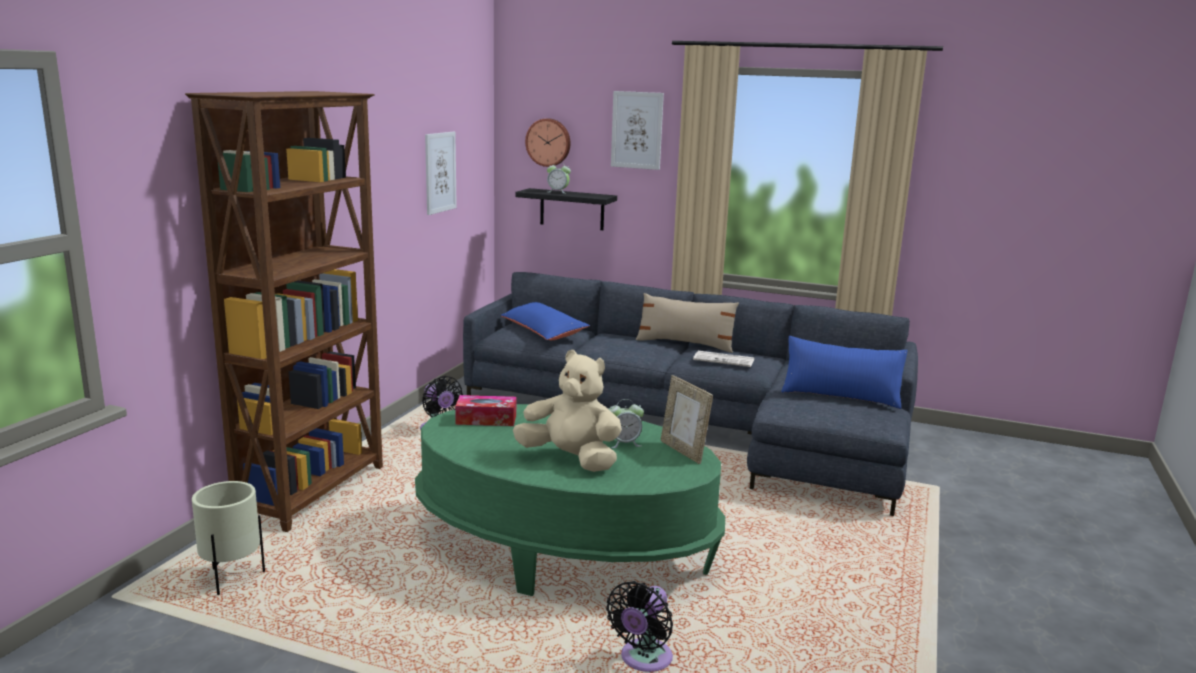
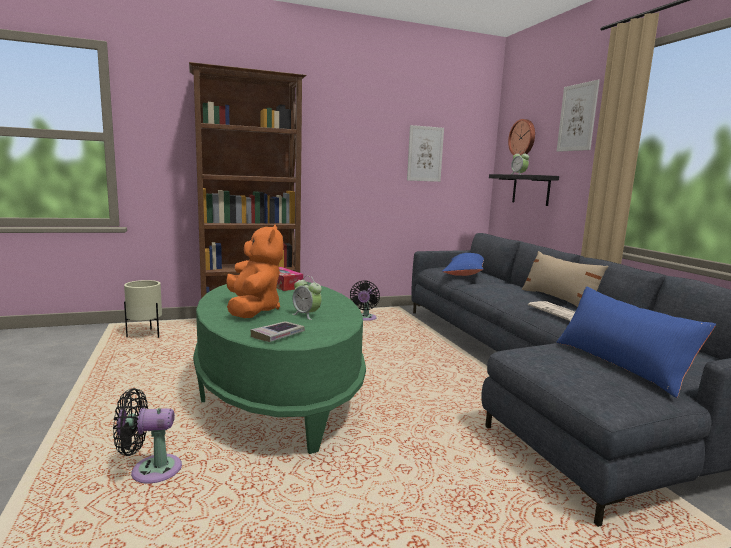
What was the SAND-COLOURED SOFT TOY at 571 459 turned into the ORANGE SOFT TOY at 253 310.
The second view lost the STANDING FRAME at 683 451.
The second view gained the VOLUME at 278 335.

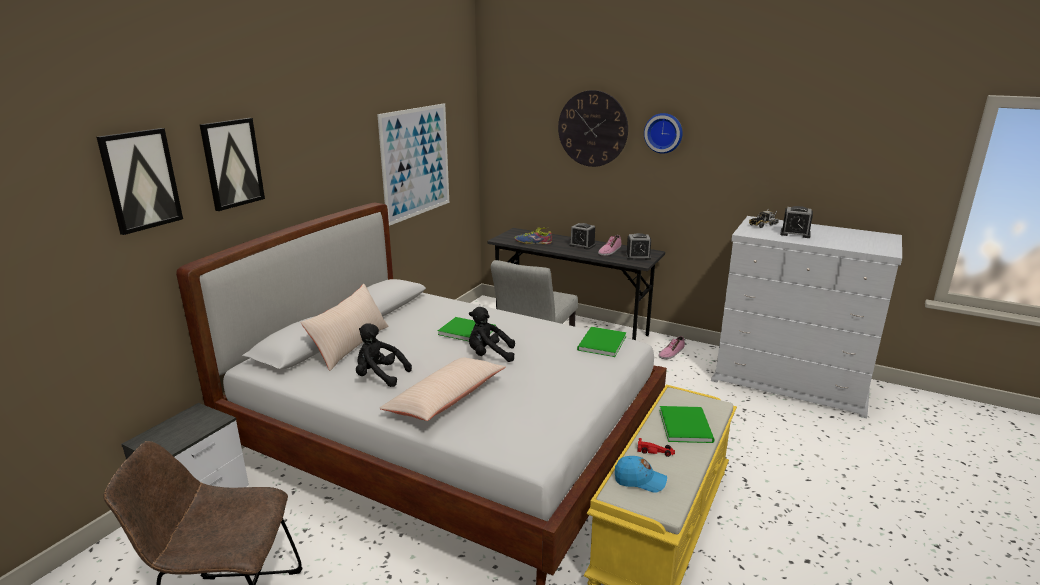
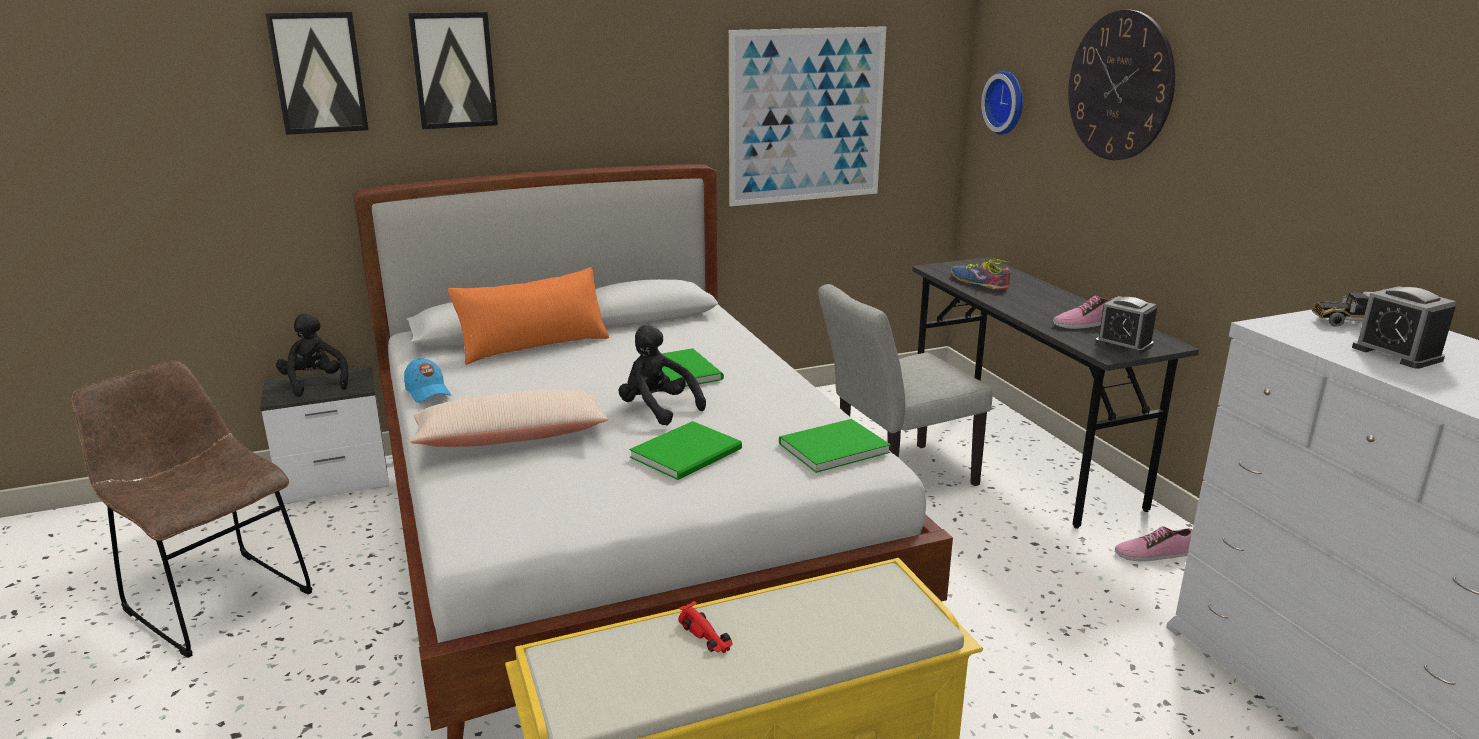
The HANGING CLOCK ended up elsewhere, having gone from 664 133 to 1007 102.
The second view lost the BEDSIDE CLOCK at 582 245.
What was the SAND-COLOURED PILLOW at 350 345 turned into the ORANGE PILLOW at 533 345.
The BLACKISH SOFT TOY ended up elsewhere, having gone from 379 376 to 315 383.
The GREEN VOLUME ended up elsewhere, having gone from 686 425 to 690 453.
The BLUE BASEBALL CAP ended up elsewhere, having gone from 640 481 to 427 392.

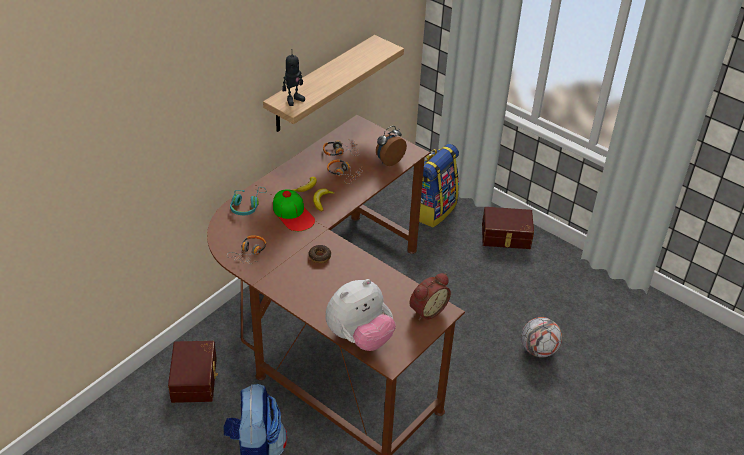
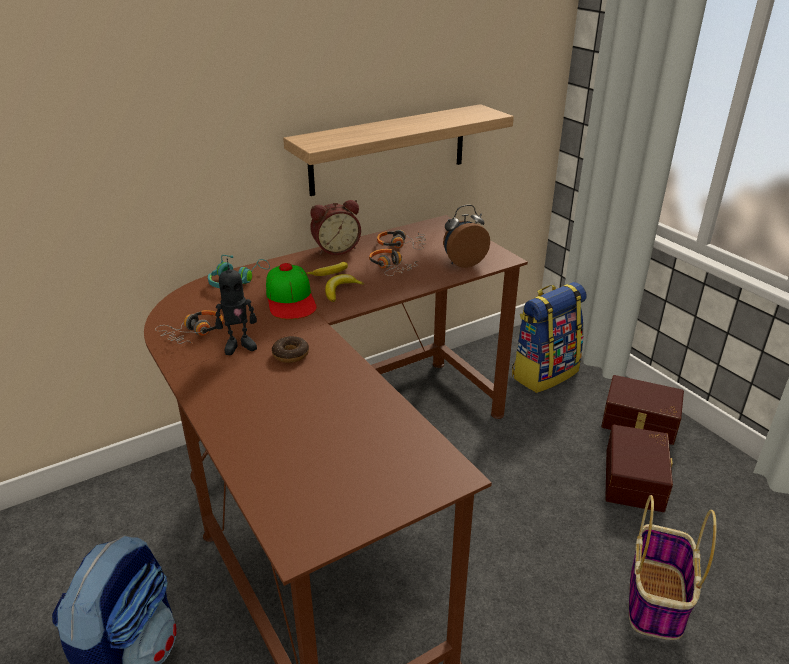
The TOY ROBOT ended up elsewhere, having gone from 293 99 to 239 346.
The BEDSIDE CLOCK ended up elsewhere, having gone from 427 310 to 335 249.
The second view lost the SOFT TOY at 359 337.
Where the BALL FOR FOOTBALL stood at 538 350, the STORAGE BASKET came to stand at 656 600.
The BROWN STORAGE BOX ended up elsewhere, having gone from 195 379 to 636 480.

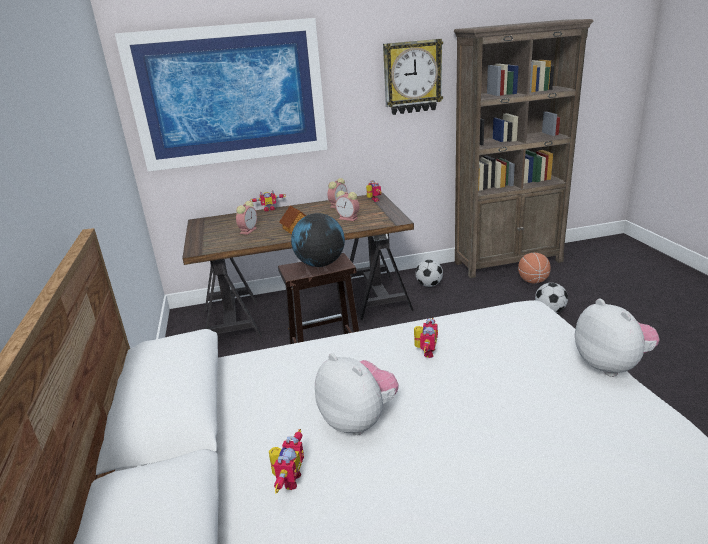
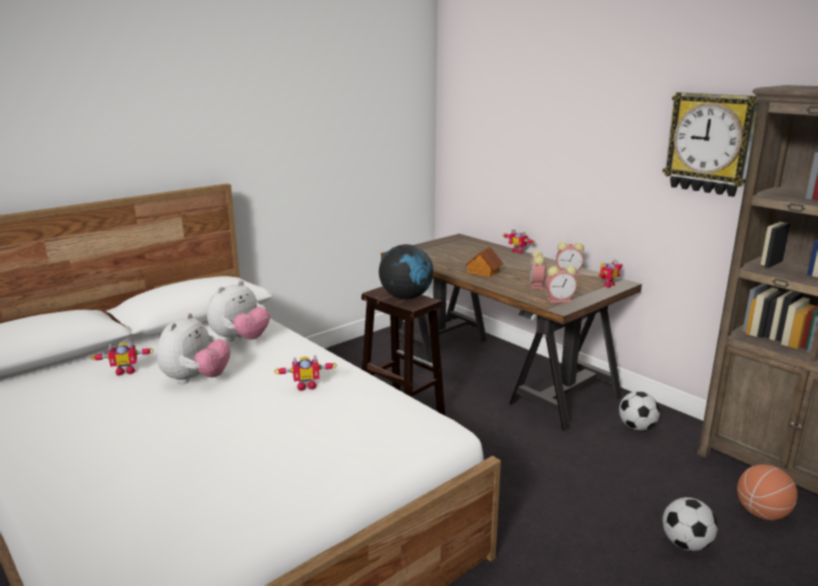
The second view lost the PICTURE at 229 95.
The BEDSIDE CLOCK ended up elsewhere, having gone from 248 230 to 560 300.
The SOFT TOY ended up elsewhere, having gone from 611 366 to 240 339.

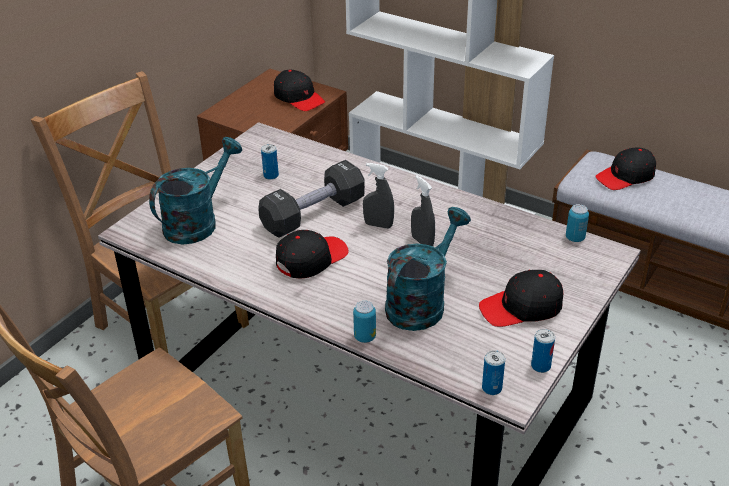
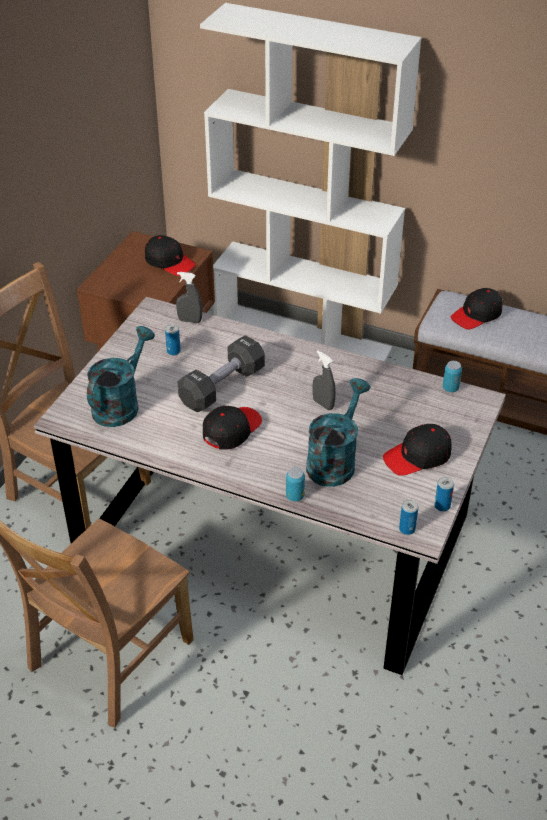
The GREYISH HAND SPRAYER ended up elsewhere, having gone from 378 225 to 190 321.

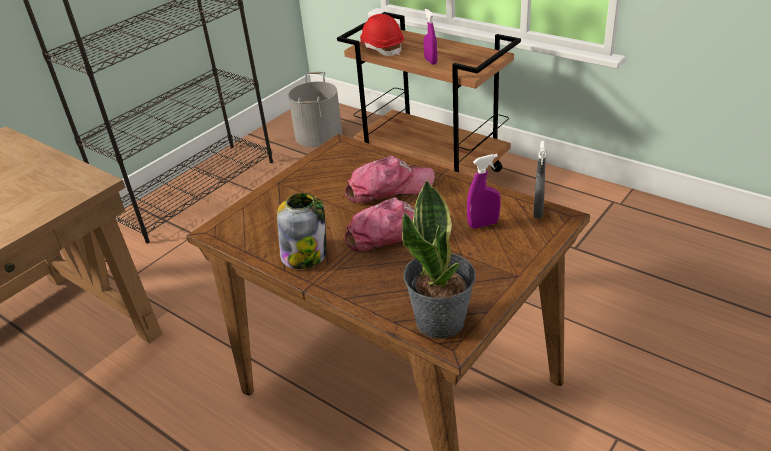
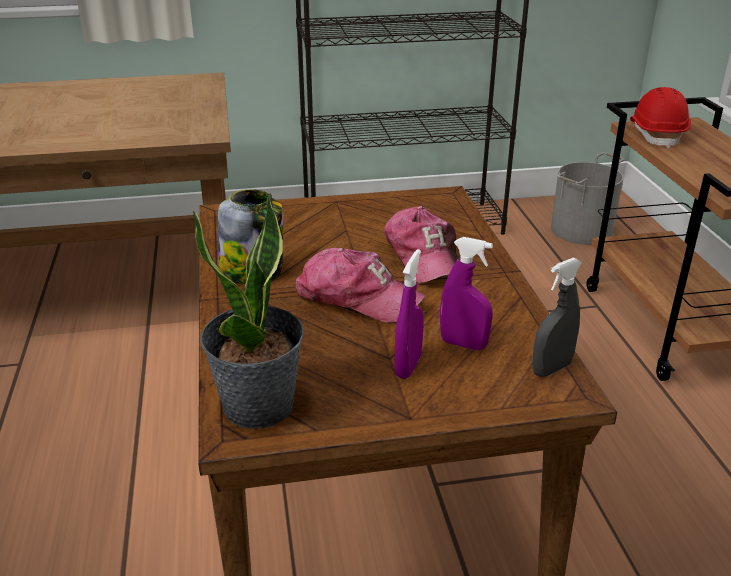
The PURPLISH HAND SPRAYER ended up elsewhere, having gone from 430 61 to 408 366.
The BASEBALL CAP at 389 188 ended up facing another way, 45 degrees clockwise from before.

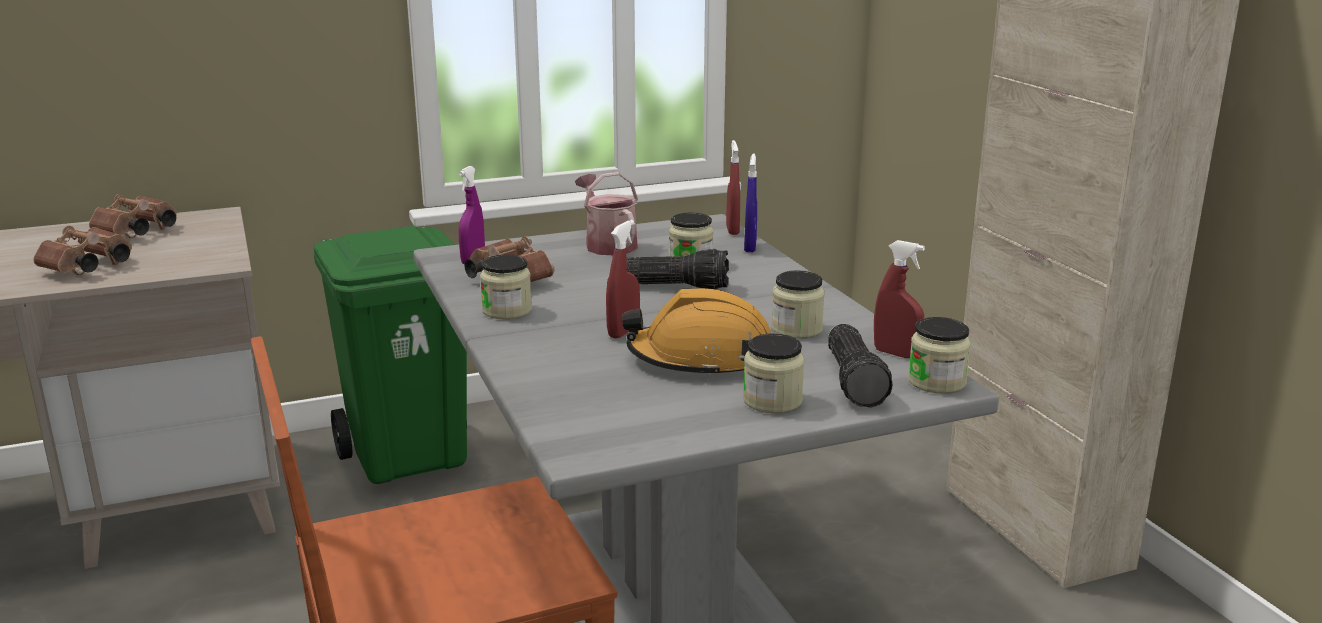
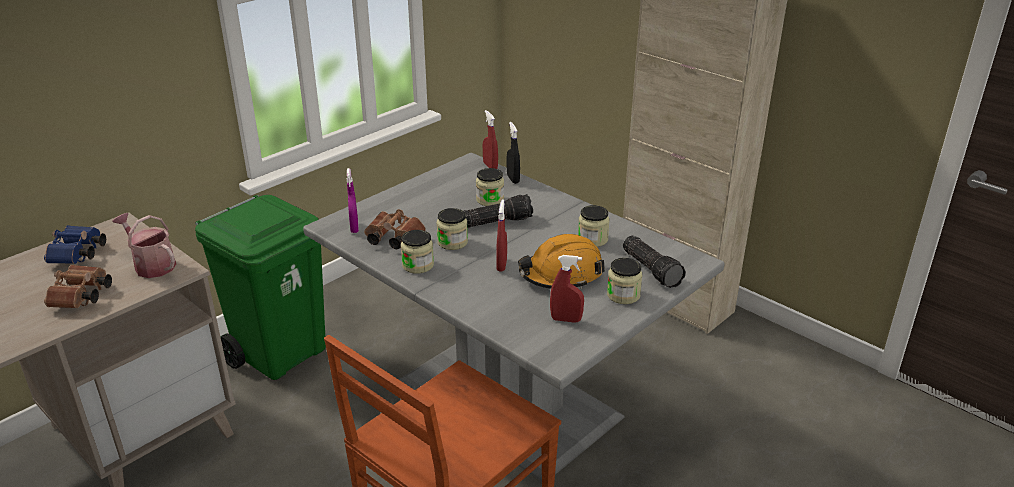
What was the BLUE HAND SPRAYER at 750 247 turned into the BLACKISH HAND SPRAYER at 513 179.
The WATERING POT ended up elsewhere, having gone from 608 244 to 151 265.
What was the BROWN PAIR OF BINOCULARS at 136 232 turned into the BLUE PAIR OF BINOCULARS at 78 255.
The RED HAND SPRAYER ended up elsewhere, having gone from 896 354 to 566 319.
The JAR ended up elsewhere, having gone from 936 382 to 452 242.

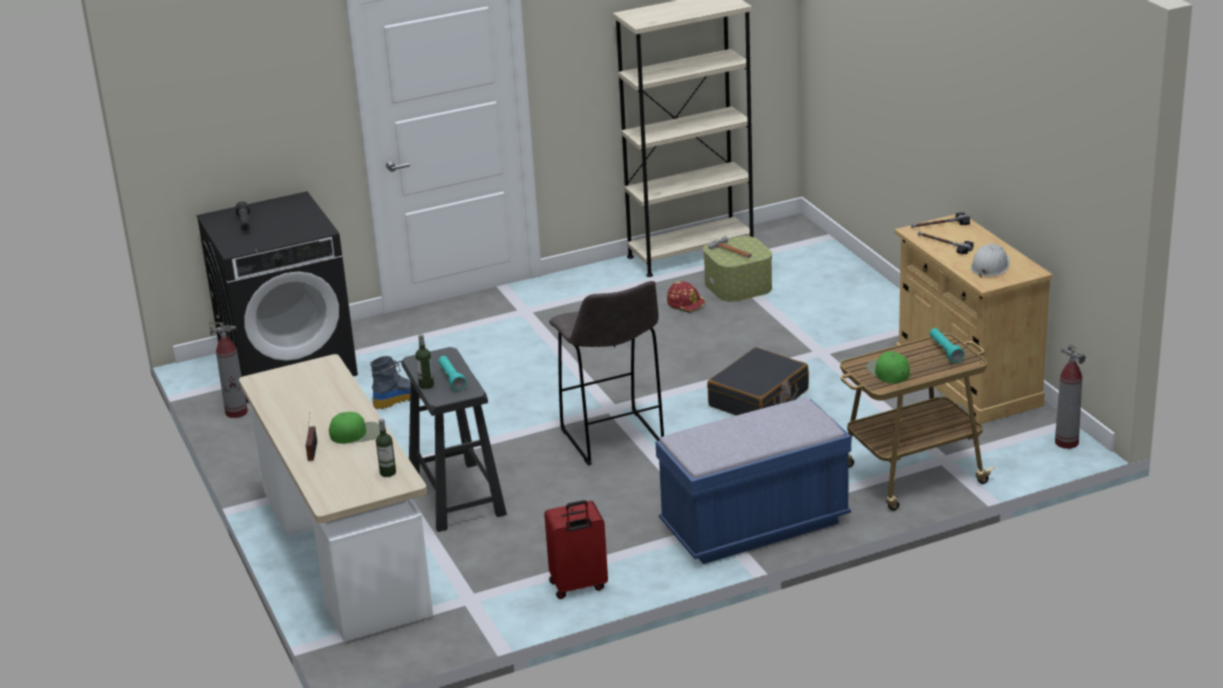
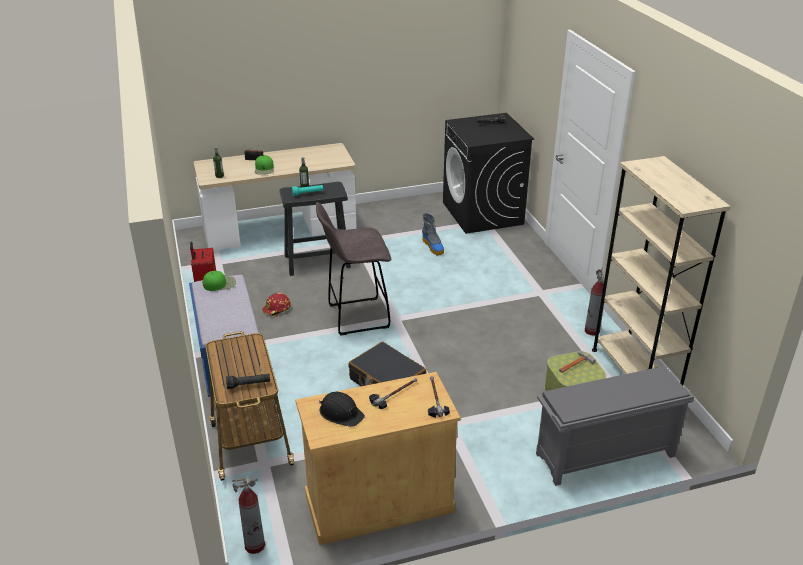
What was the WHITE-COLOURED SAFETY HELMET at 990 266 turned into the BLACKISH SAFETY HELMET at 341 413.
The RED SAFETY HELMET ended up elsewhere, having gone from 686 303 to 277 309.
The EXTINGUISHER ended up elsewhere, having gone from 236 412 to 592 331.
What was the BLUE-GREEN HAND TORCH at 945 350 turned into the BLACKISH HAND TORCH at 249 385.
The GREEN BASEBALL CAP ended up elsewhere, having gone from 887 371 to 220 284.
The second view gained the GREYISH SHOE SHELF at 604 456.

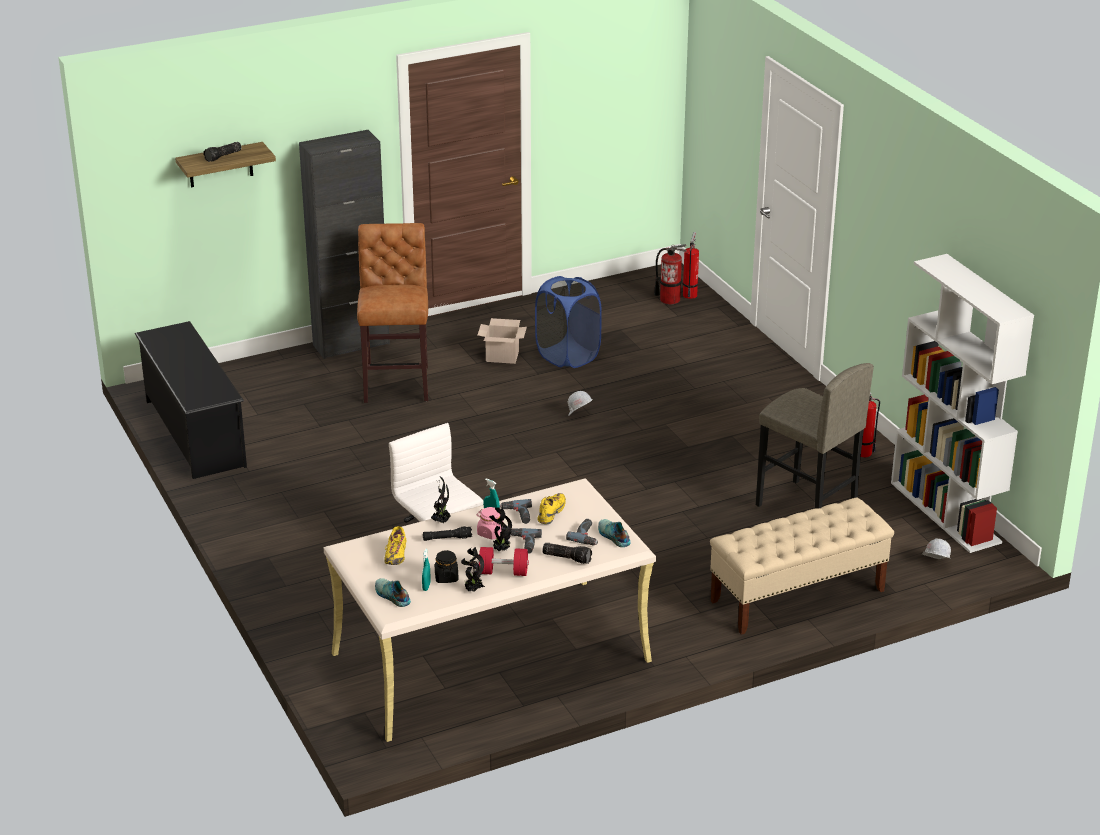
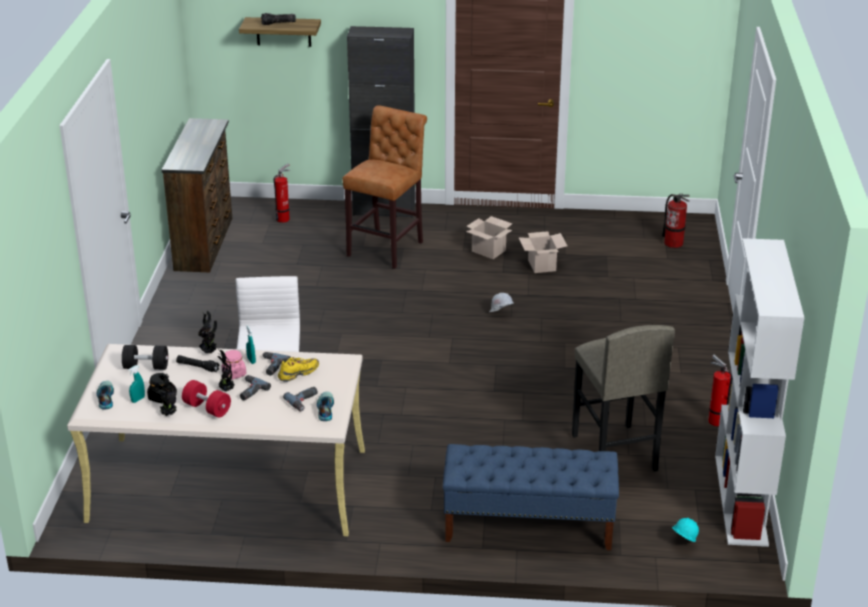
The EXTINGUISHER ended up elsewhere, having gone from 690 294 to 284 218.
Where the BLUE WASHING BASKET stood at 567 356, the CARDBOARD BOX came to stand at 541 265.
Where the BLACKISH SHOE SHELF stood at 194 433, the BROWN DRESSER came to stand at 205 243.
What was the SAND-COLOURED BENCH at 797 596 turned into the BLUE BENCH at 528 526.
Where the YELLOW LOW SHOE stood at 396 555, the BLACKISH FREE WEIGHT came to stand at 146 367.
What was the WHITE-COLOURED SAFETY HELMET at 934 565 turned into the BLUE-GREEN SAFETY HELMET at 682 543.
The second view lost the HAND TORCH at 567 558.

